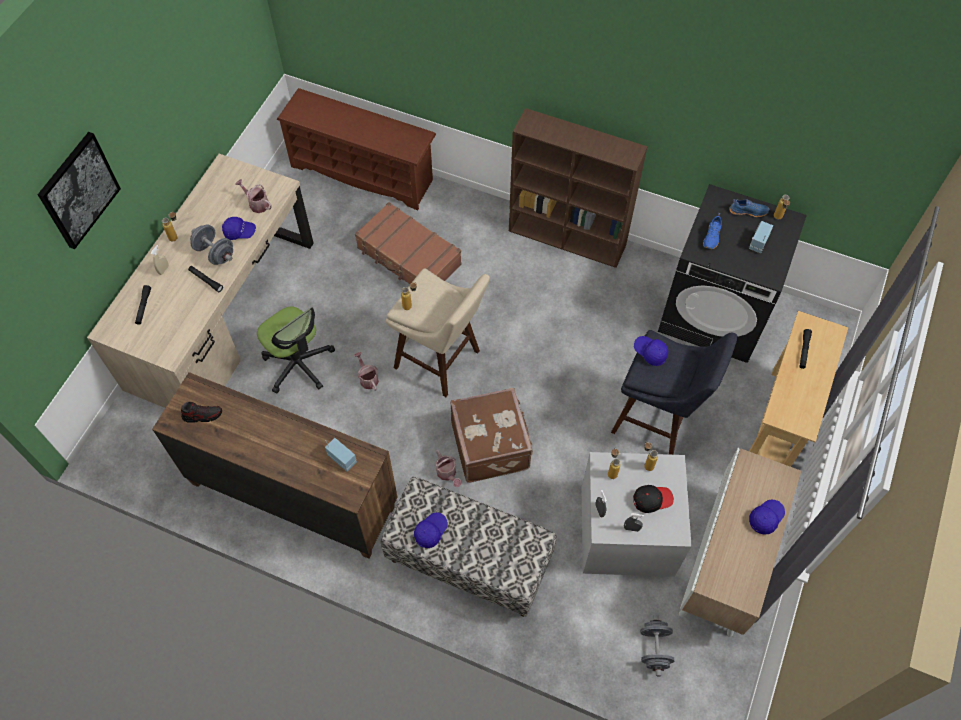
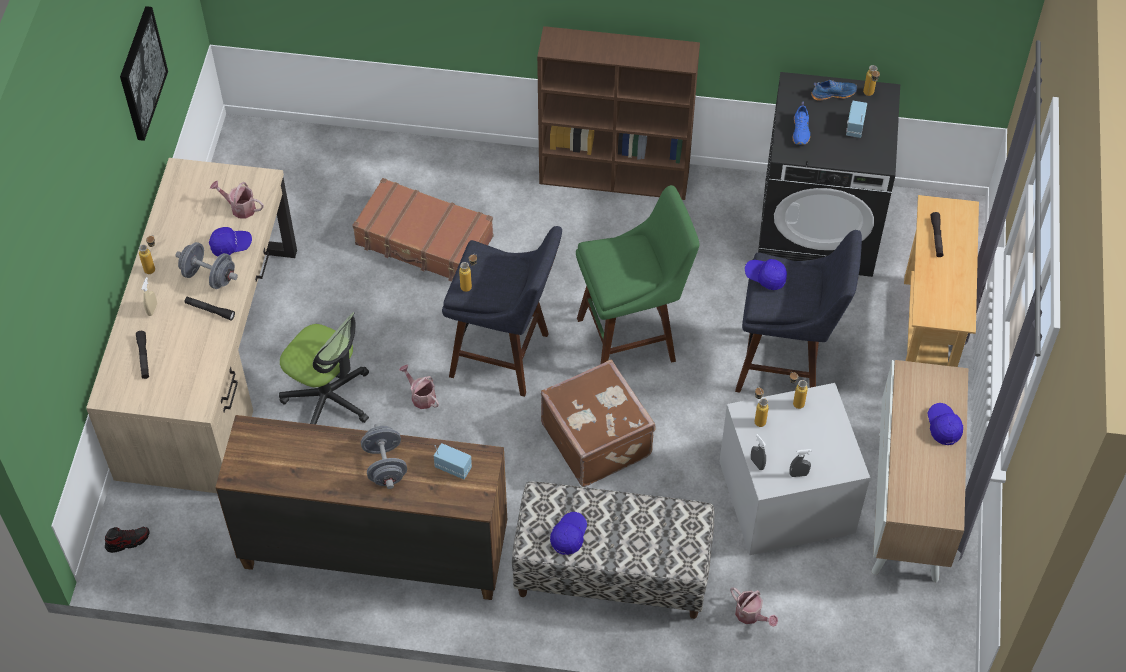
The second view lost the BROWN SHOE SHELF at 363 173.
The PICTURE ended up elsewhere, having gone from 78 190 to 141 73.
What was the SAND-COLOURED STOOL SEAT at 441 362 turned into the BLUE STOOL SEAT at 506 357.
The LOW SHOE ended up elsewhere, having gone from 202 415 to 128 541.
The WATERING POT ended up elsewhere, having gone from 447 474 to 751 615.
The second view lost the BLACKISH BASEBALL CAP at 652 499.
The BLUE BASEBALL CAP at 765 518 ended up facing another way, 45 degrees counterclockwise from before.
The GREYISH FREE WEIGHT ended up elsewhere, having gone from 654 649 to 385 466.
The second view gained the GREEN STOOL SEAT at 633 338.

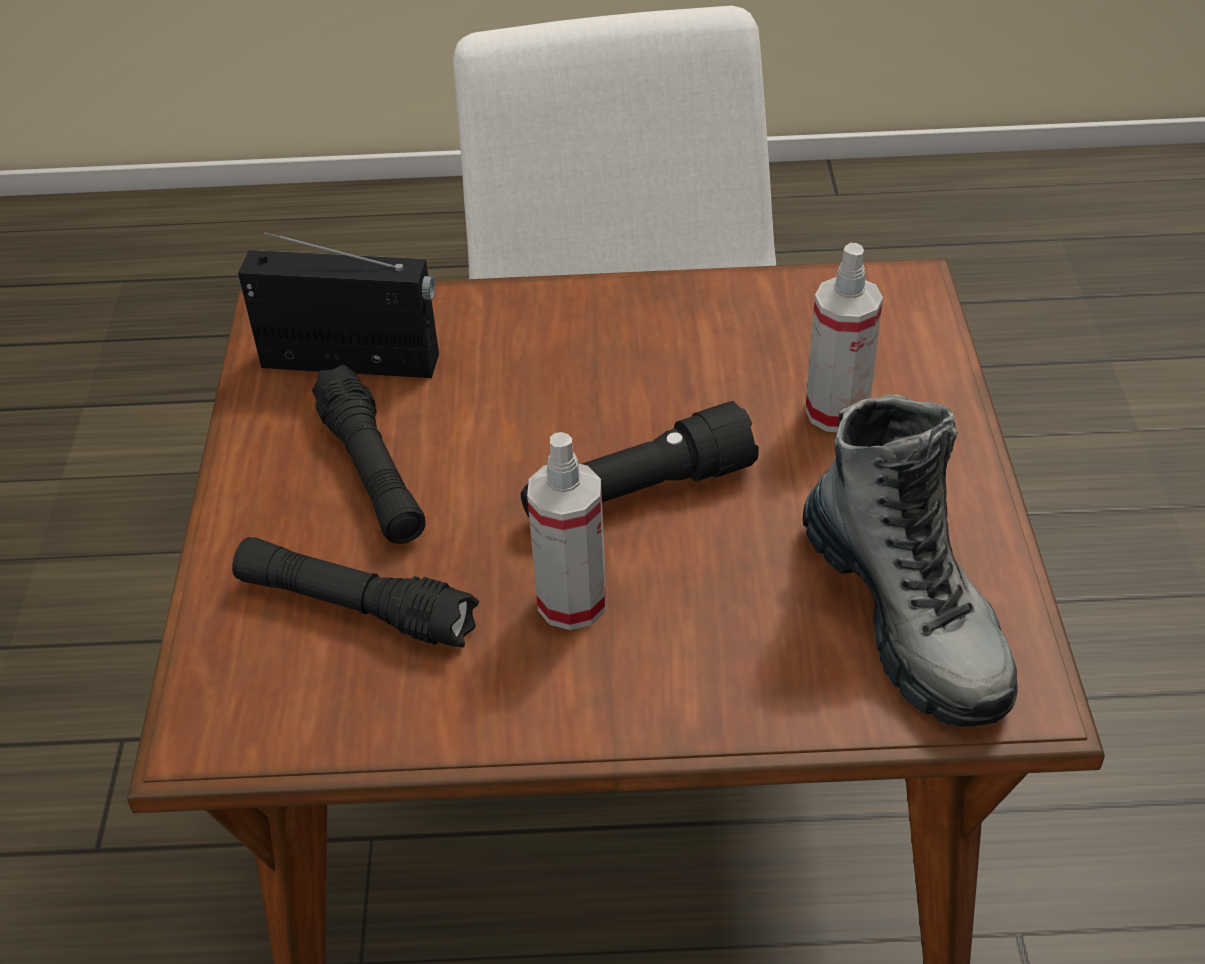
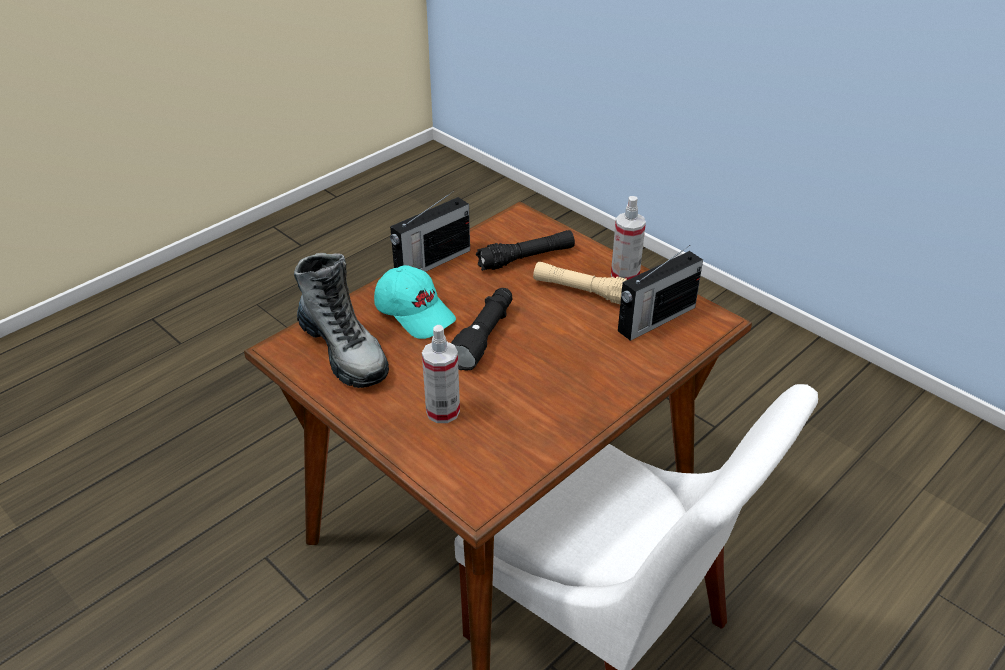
What was the BLACKISH HAND TORCH at 372 472 turned into the SAND-COLOURED HAND TORCH at 583 291.
The BOOT at 905 614 ended up facing another way, 150 degrees counterclockwise from before.
The HAND SPRAYER ended up elsewhere, having gone from 572 602 to 625 276.
The second view gained the RADIO at 431 262.
The second view gained the BLUE-GREEN BASEBALL CAP at 415 313.

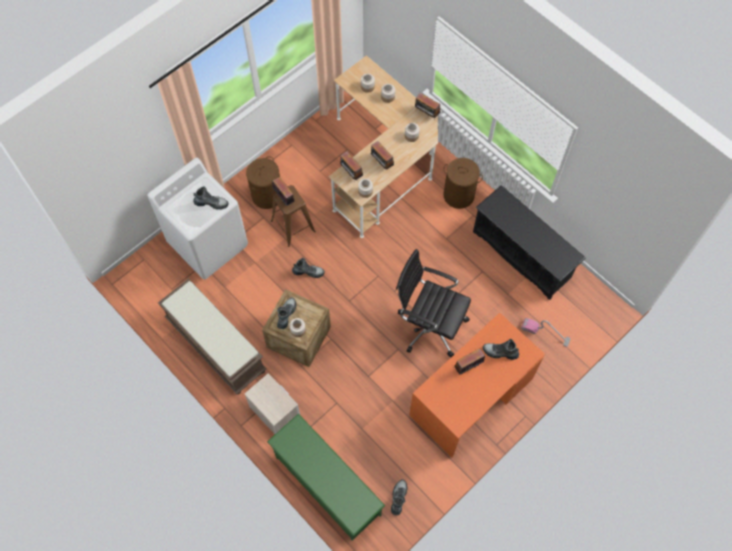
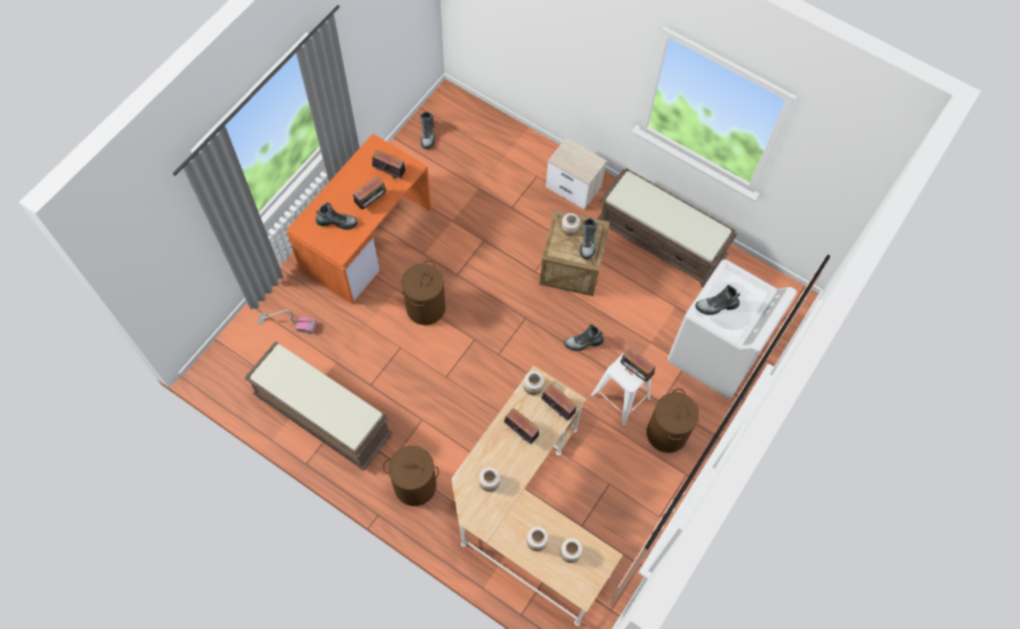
The RADIO ended up elsewhere, having gone from 426 114 to 390 173.
What was the BROWN STOOL SEAT at 293 226 turned into the WHITE-COLOURED STOOL SEAT at 620 397.
Where the BLACKISH SHOE SHELF stood at 522 255, the BROWN BENCH came to stand at 322 416.
Where the BLACKISH DESK CHAIR stood at 429 325, the BROWN WASHING BASKET came to stand at 425 308.
The second view lost the GREEN SHOE SHELF at 327 485.

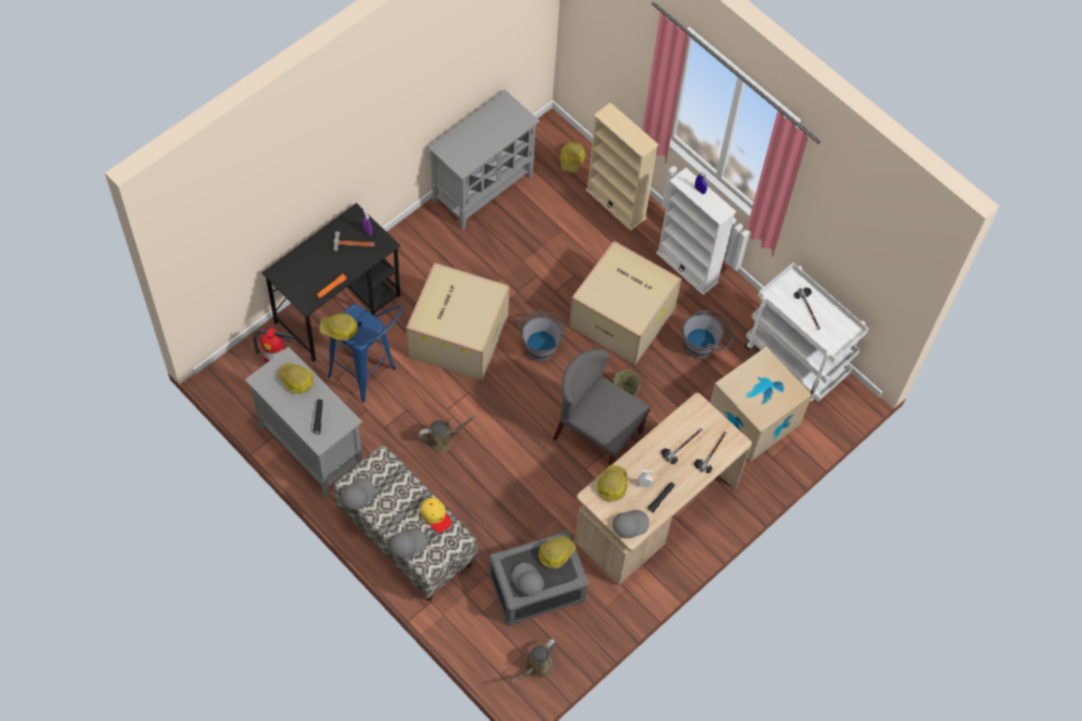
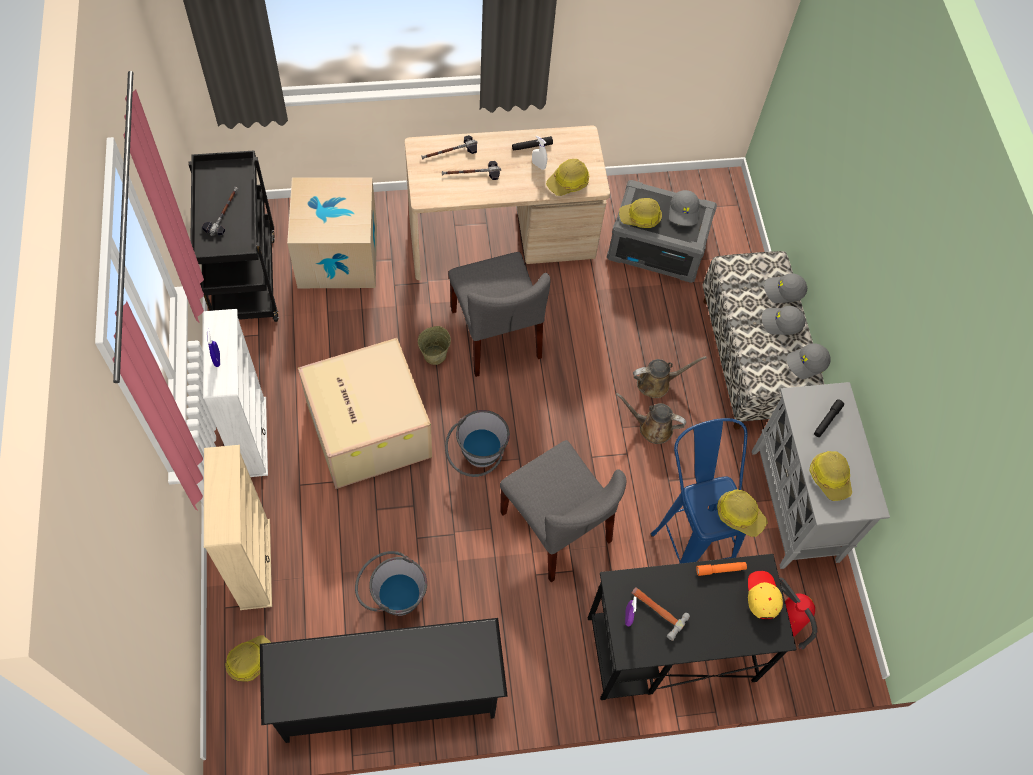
Where the GREYISH STORAGE CABINET stood at 483 189, the BLACKISH SHOE SHELF came to stand at 388 694.
Where the CARDBOARD BOX stood at 457 334, the GREYISH UPRIGHT CHAIR came to stand at 556 527.
What was the WHITE-COLOURED WHEELED CART at 796 361 turned into the BLACKISH WHEELED CART at 244 278.
The GREYISH BUCKET ended up elsewhere, having gone from 704 345 to 392 595.
The YELLOW BASEBALL CAP ended up elsewhere, having gone from 435 516 to 762 596.
The GREYISH BASEBALL CAP ended up elsewhere, having gone from 630 524 to 781 323.
The BROWN WATERING POT ended up elsewhere, having gone from 536 666 to 657 383.

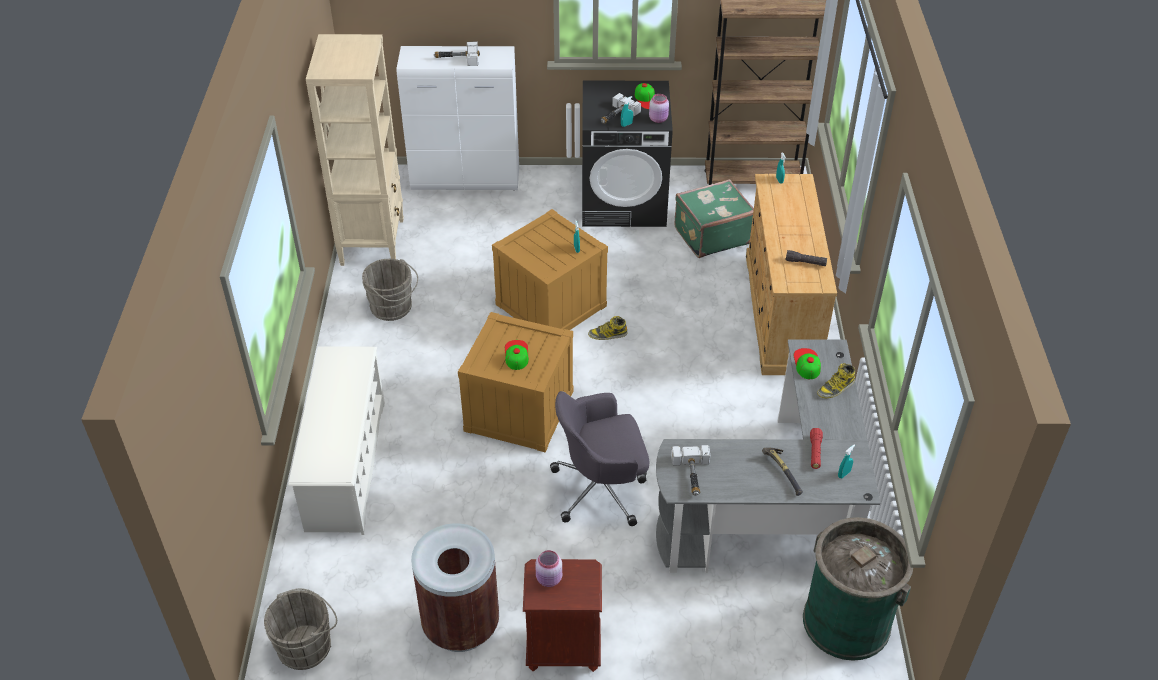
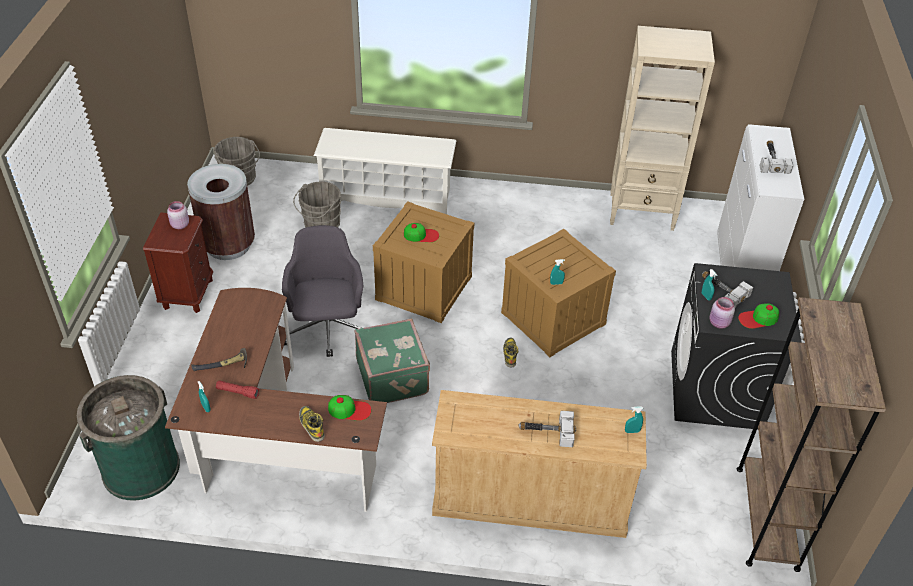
The GREEN TRAVEL CASE ended up elsewhere, having gone from 711 235 to 393 376.
The second view lost the BLACKISH HAND TORCH at 805 262.
The GREYISH BUCKET ended up elsewhere, having gone from 393 308 to 320 225.
What was the GREYISH DESK UNIT at 775 511 turned into the BROWN DESK UNIT at 269 441.
The HAMMER ended up elsewhere, having gone from 692 475 to 546 431.

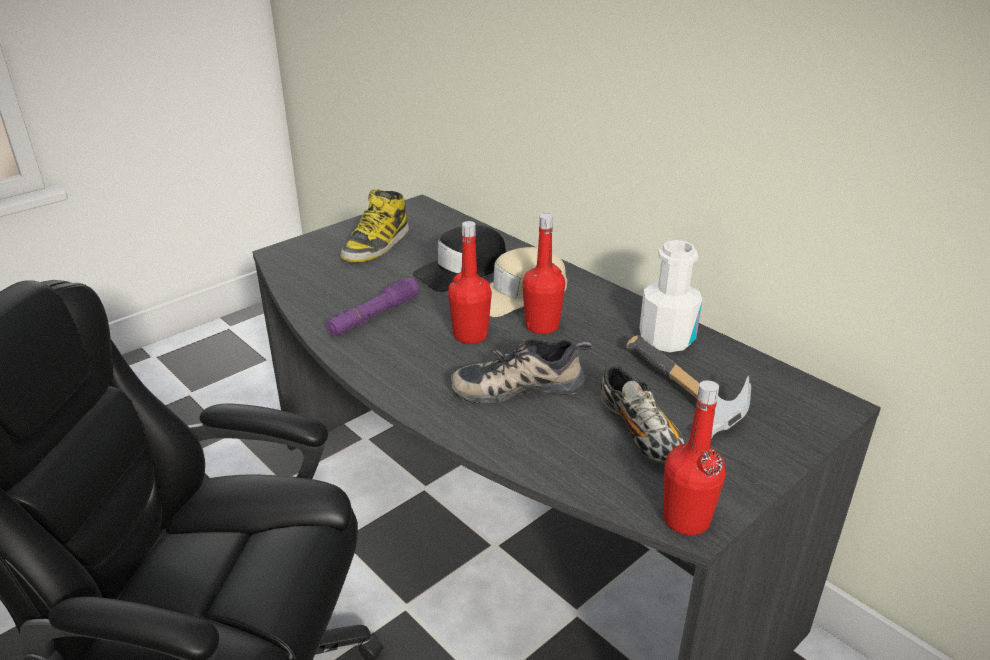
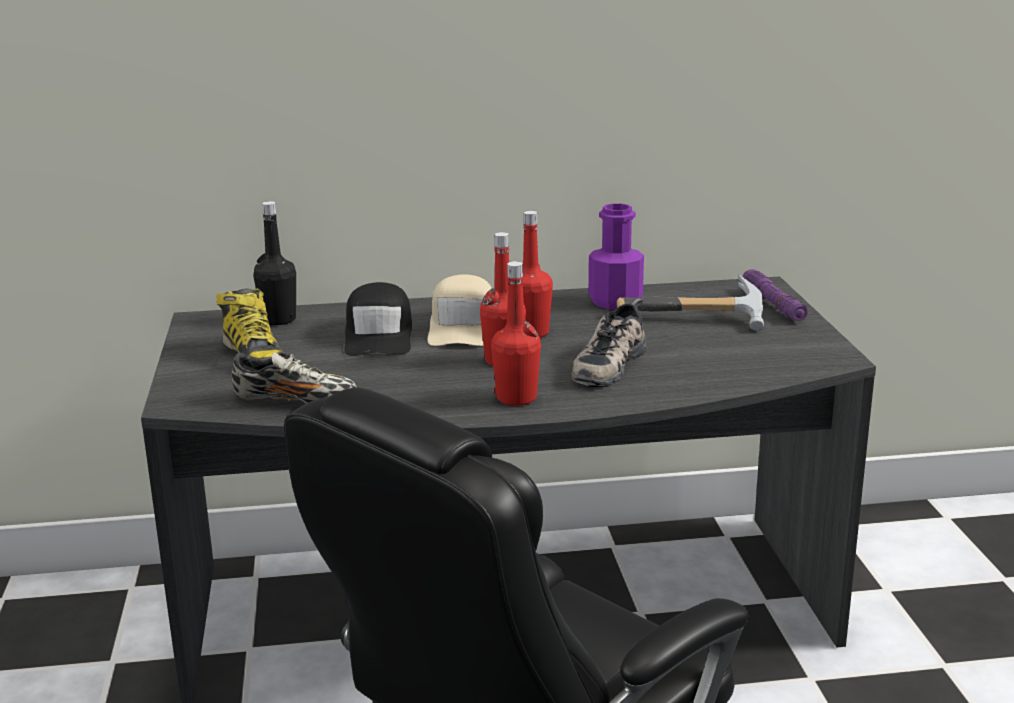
What was the WHITE-COLOURED BOTTLE at 666 339 turned into the PURPLISH BOTTLE at 615 301.
The PURPLISH HAND TORCH ended up elsewhere, having gone from 374 316 to 773 305.
The LOW SHOE ended up elsewhere, having gone from 639 433 to 295 401.
The RED BOTTLE ended up elsewhere, having gone from 686 519 to 516 398.
The second view gained the BLACKISH BOTTLE at 278 320.

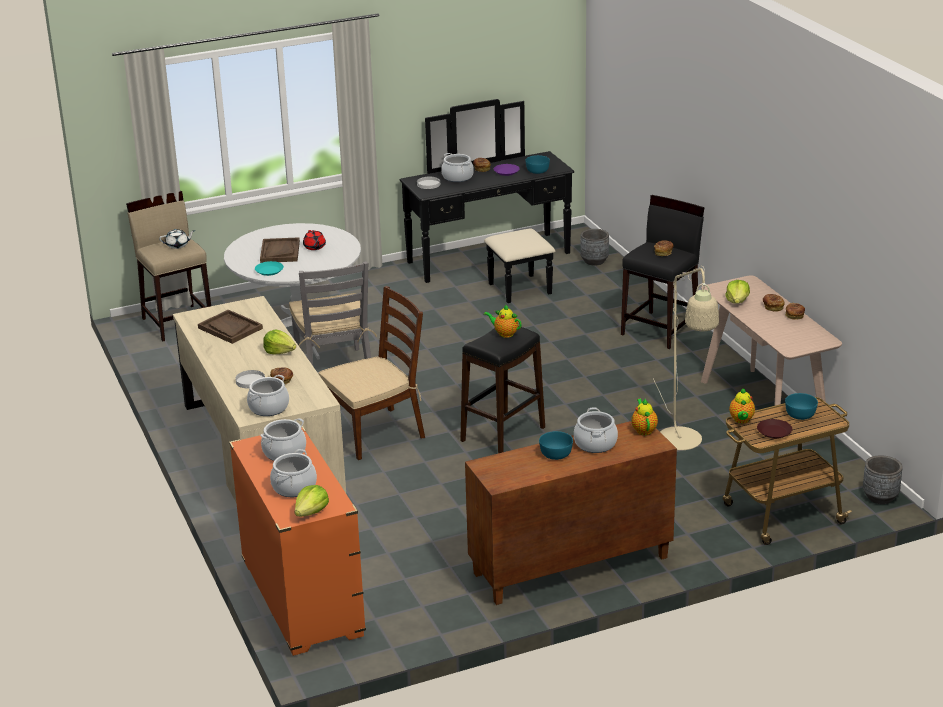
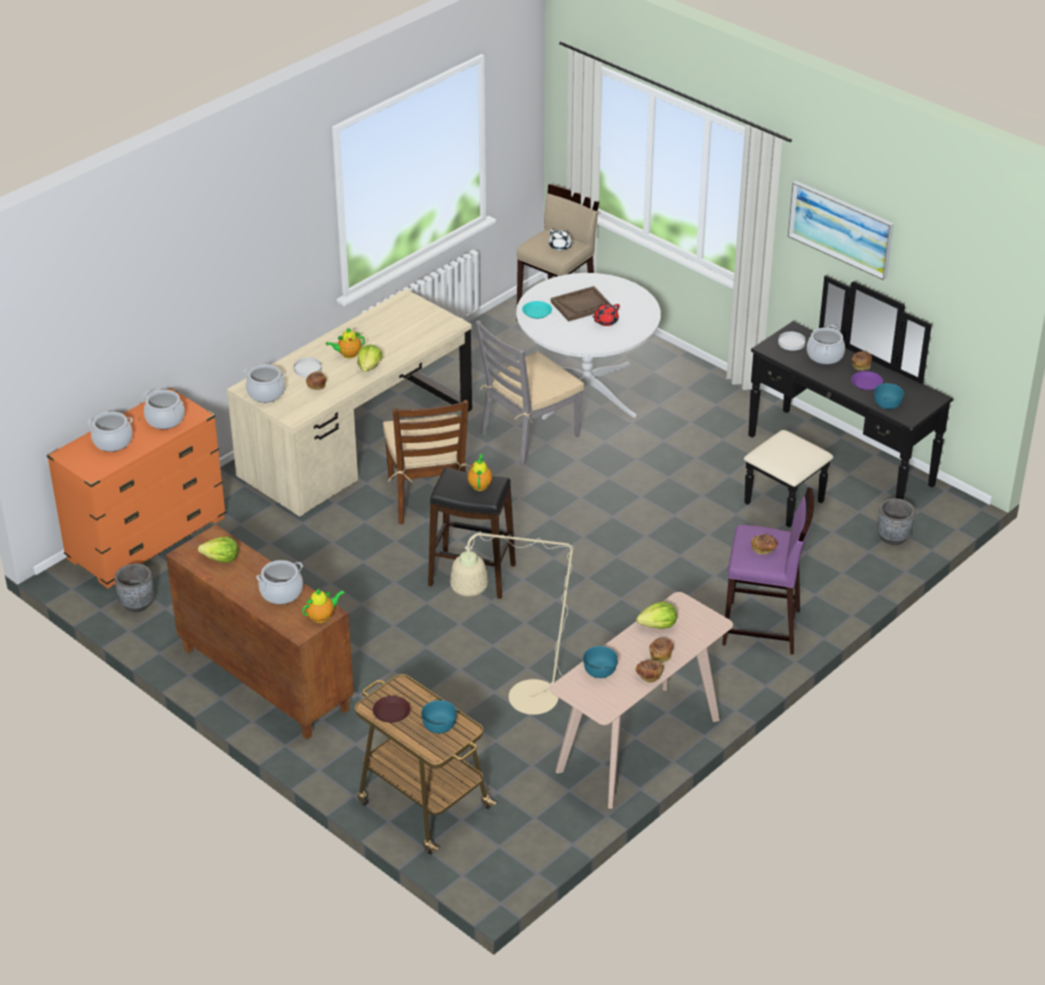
What was the BLACKISH STOOL SEAT at 660 330 turned into the PURPLISH STOOL SEAT at 762 628.
The BROWN UPRIGHT CHAIR at 376 433 ended up facing another way, 45 degrees clockwise from before.
The second view lost the BROWN CARRYING TRAY at 230 328.
The POT FOR TEA ended up elsewhere, having gone from 741 420 to 348 355.
The BLUE-GREEN BOWL ended up elsewhere, having gone from 556 454 to 600 670.
The GREYISH FLOWER POT ended up elsewhere, having gone from 880 497 to 137 604.
The HEAD OF LETTUCE ended up elsewhere, having gone from 311 512 to 221 558.
The second view gained the PICTURE at 841 229.

